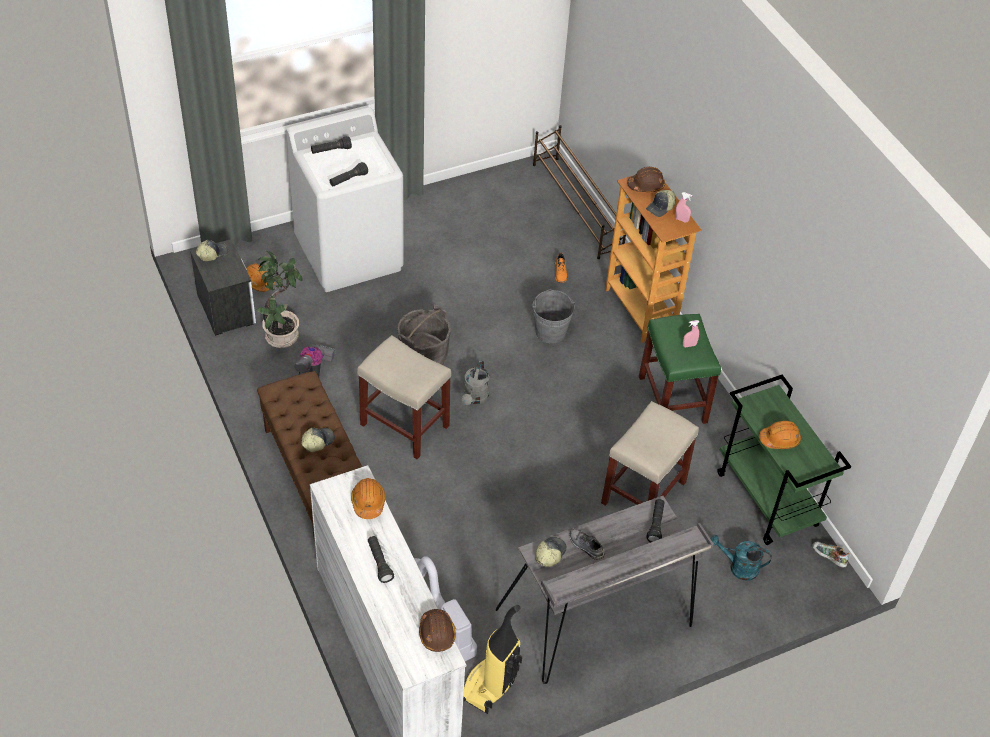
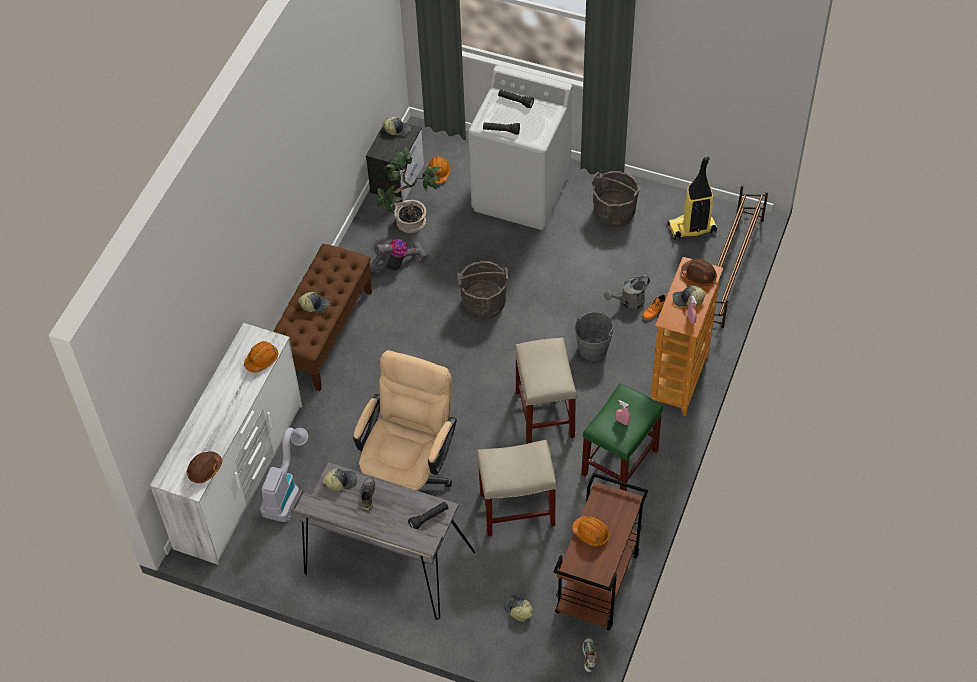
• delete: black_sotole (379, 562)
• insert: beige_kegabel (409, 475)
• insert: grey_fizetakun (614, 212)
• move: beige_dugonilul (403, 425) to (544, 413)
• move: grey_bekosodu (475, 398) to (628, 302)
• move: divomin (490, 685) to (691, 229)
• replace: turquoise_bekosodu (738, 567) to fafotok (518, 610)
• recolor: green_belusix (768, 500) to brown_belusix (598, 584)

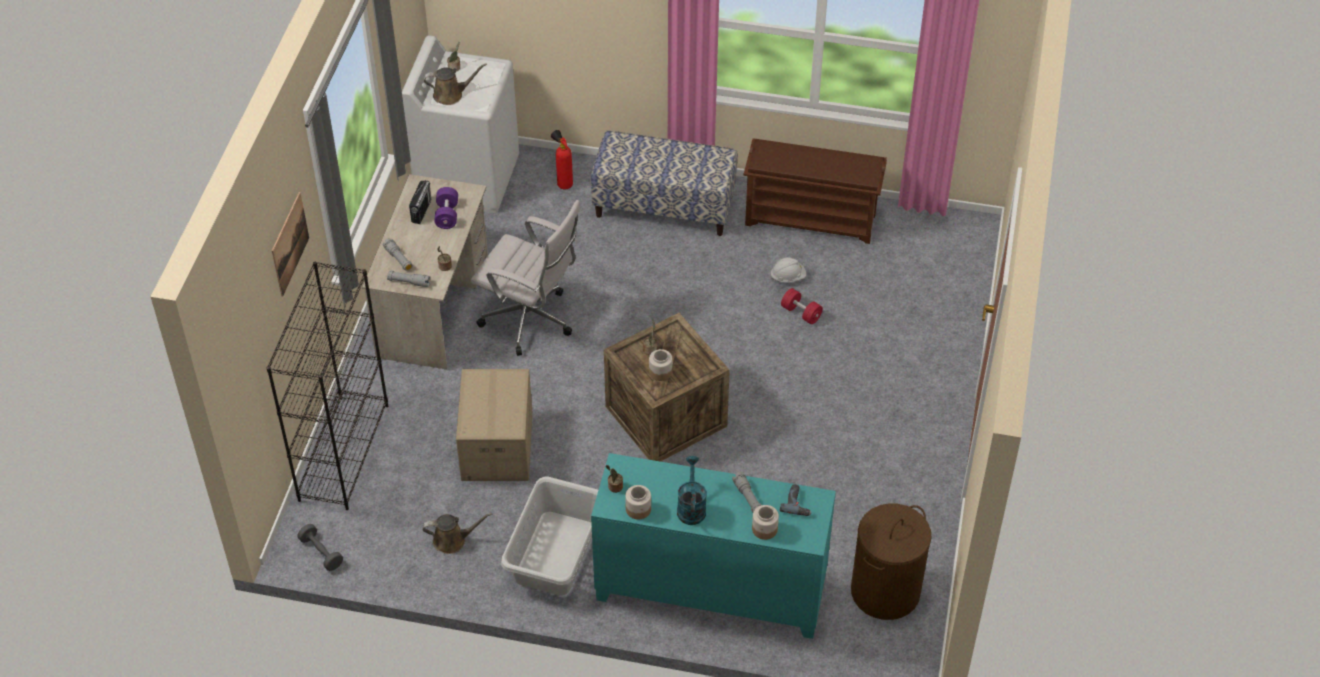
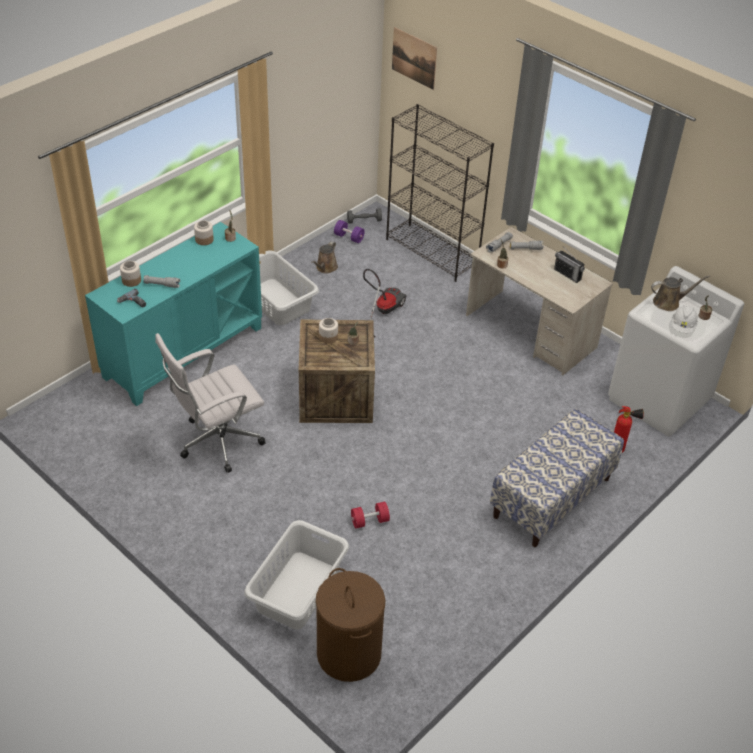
• delete: turquoise_bekosodu (691, 506)
• delete: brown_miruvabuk (812, 219)
• insert: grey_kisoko (297, 590)
• move: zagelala (290, 244) to (414, 58)
• move: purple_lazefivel (447, 215) to (349, 237)
• move: white_kegabel (531, 321) to (216, 443)
• move: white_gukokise (788, 277) to (682, 326)
• move: brown_kisoko (885, 591) to (348, 653)
• replace: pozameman (496, 445) to divomin (382, 312)
• rotate: brown_bekosodu (451, 95) = (669, 302) 120 degrees counterclockwise

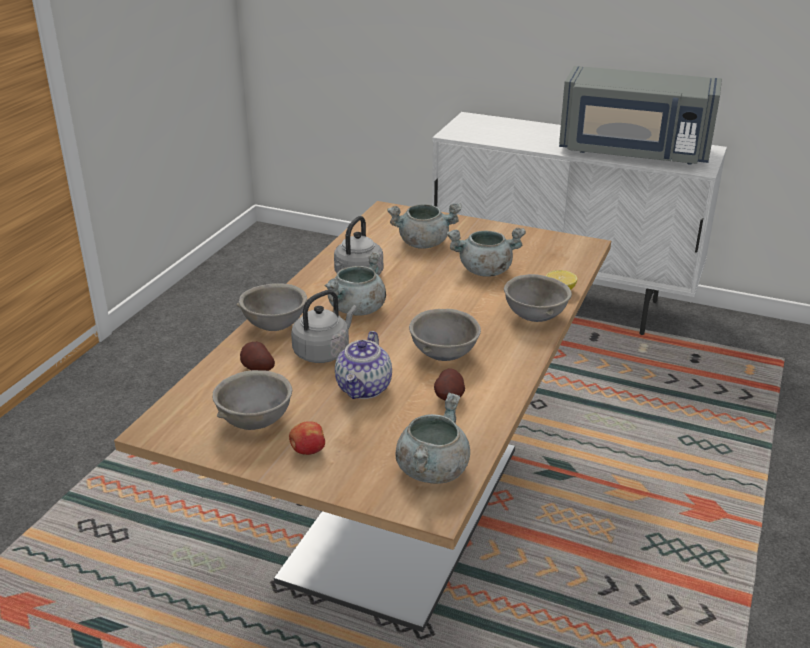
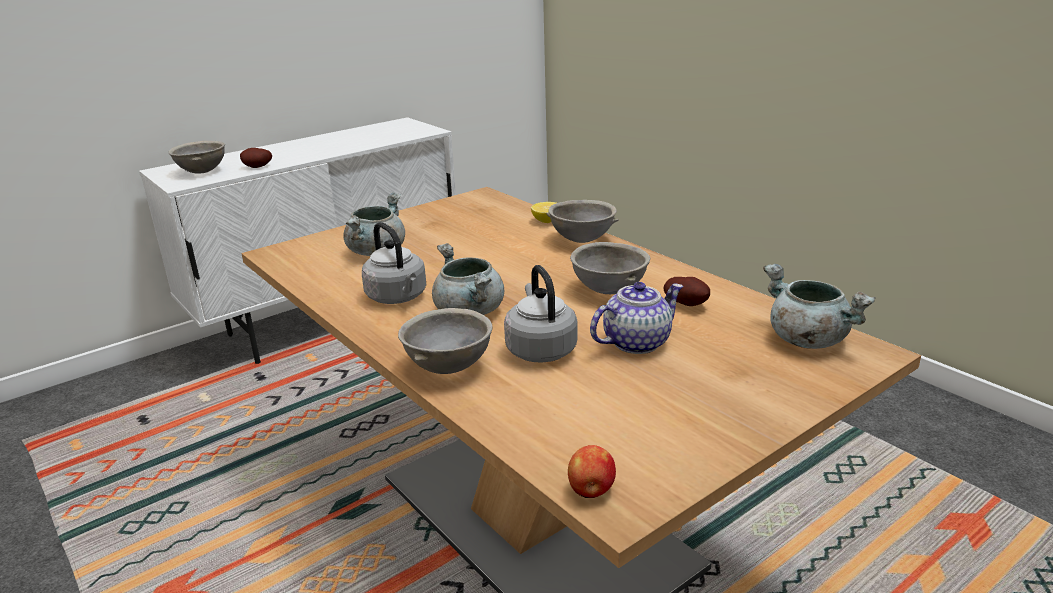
• delete: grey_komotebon (485, 271)
• delete: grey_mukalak (634, 152)
• move: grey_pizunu (254, 422) to (201, 172)
• move: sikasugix (256, 370) to (257, 167)
• move: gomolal (307, 451) to (591, 491)
• rotate: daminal (364, 388) = (636, 342) 75 degrees counterclockwise

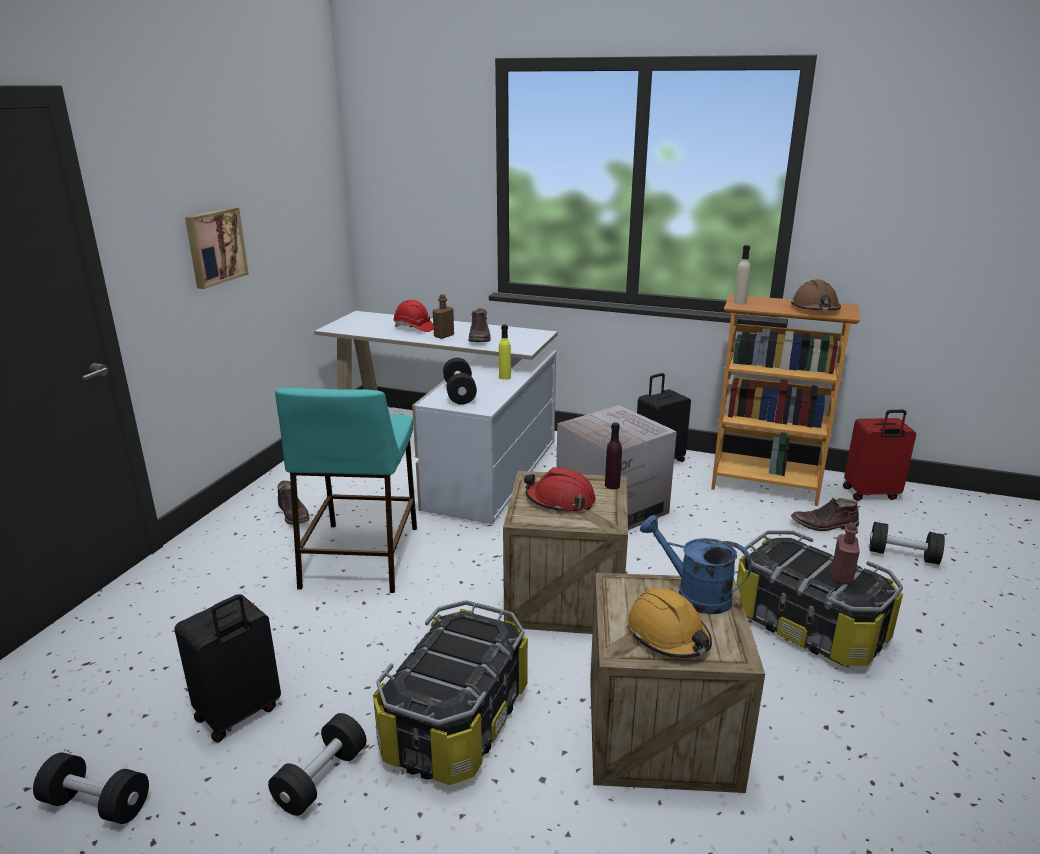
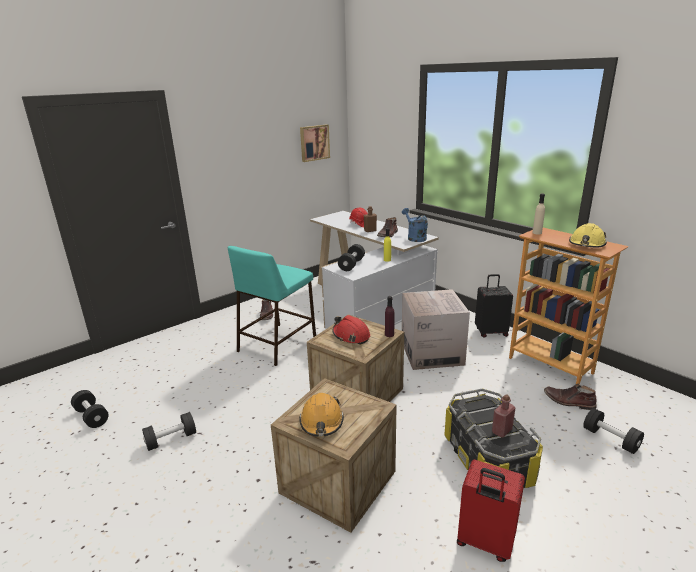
• delete: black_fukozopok (239, 714)
• delete: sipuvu (455, 721)
• move: zagelala (215, 247) to (314, 142)
• move: blue_bekosodu (694, 594) to (414, 237)
• move: red_fukozopok (871, 494) to (484, 542)
• recolor: brown_gukokise (815, 309) to yellow_gukokise (586, 244)

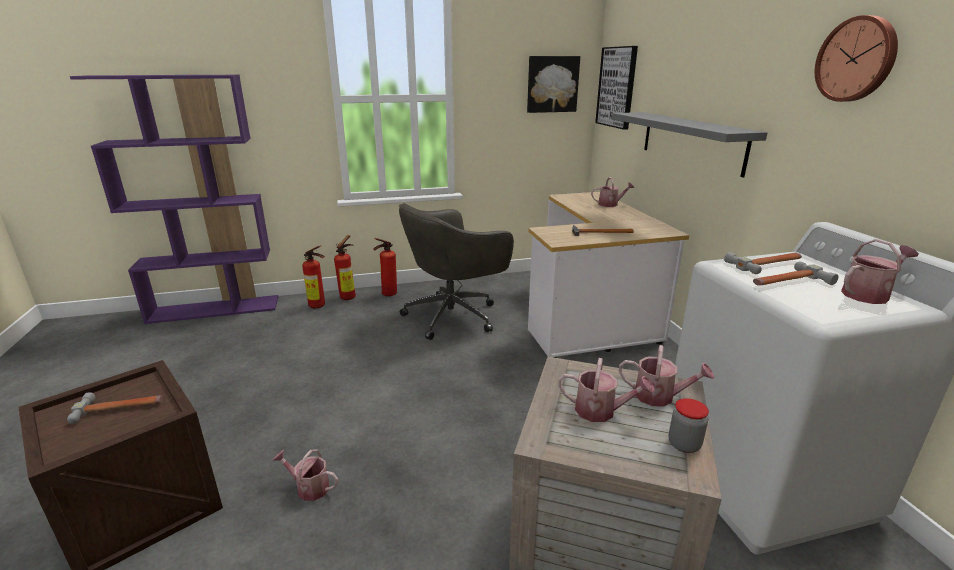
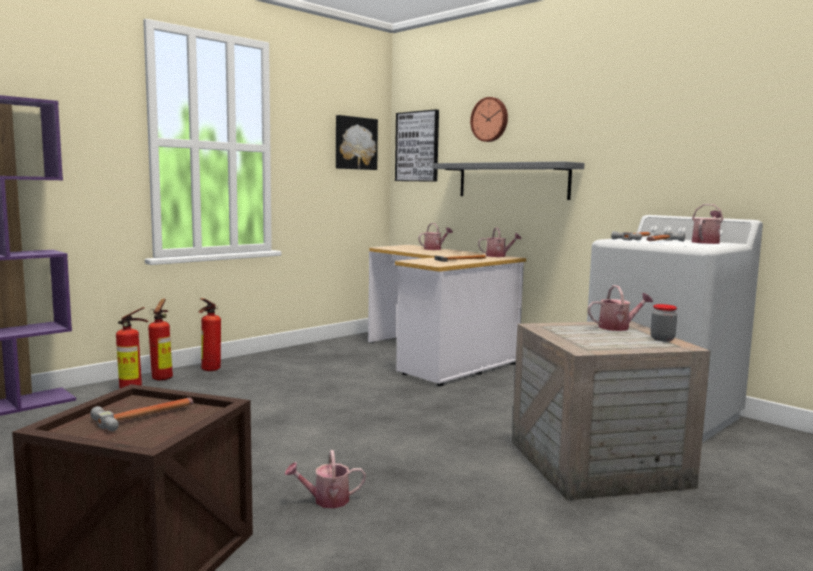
• delete: grey_kegabel (454, 315)
• move: bekosodu (601, 411) to (498, 256)
• move: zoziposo (857, 59) to (490, 119)

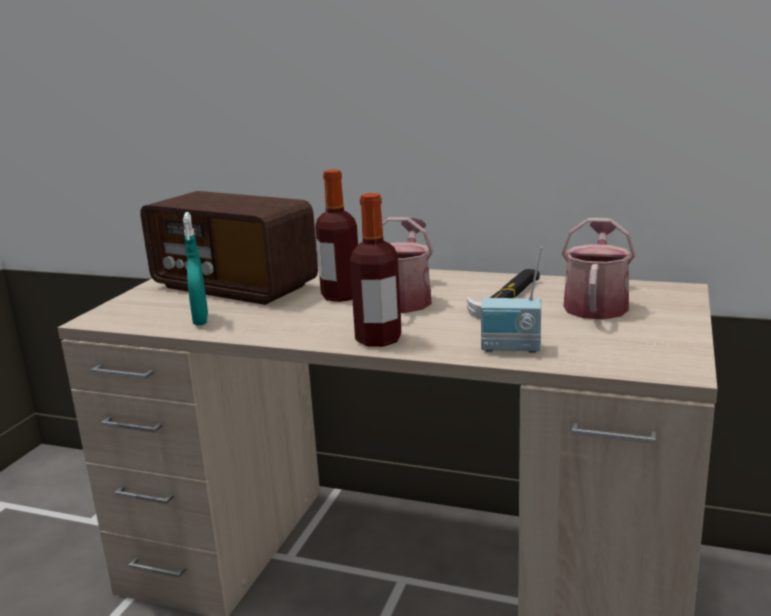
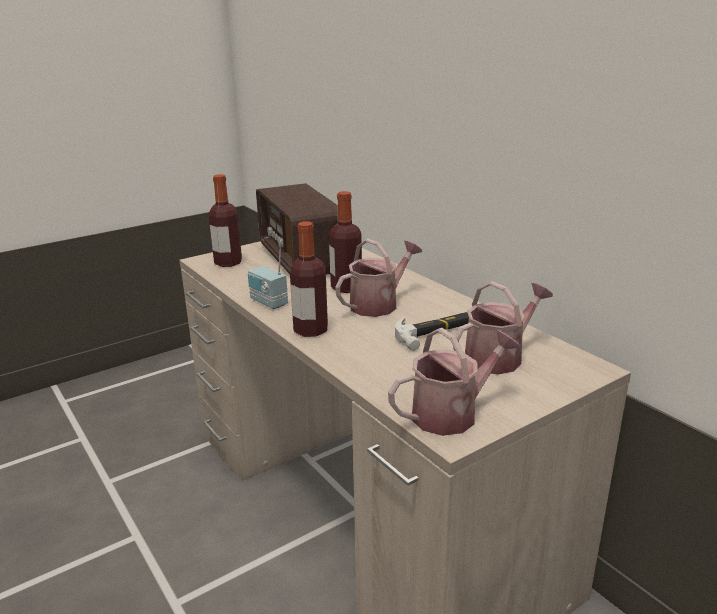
• delete: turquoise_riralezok (201, 320)
• insert: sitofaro (228, 263)
• insert: bekosodu (452, 413)
• move: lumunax (511, 349) to (267, 303)

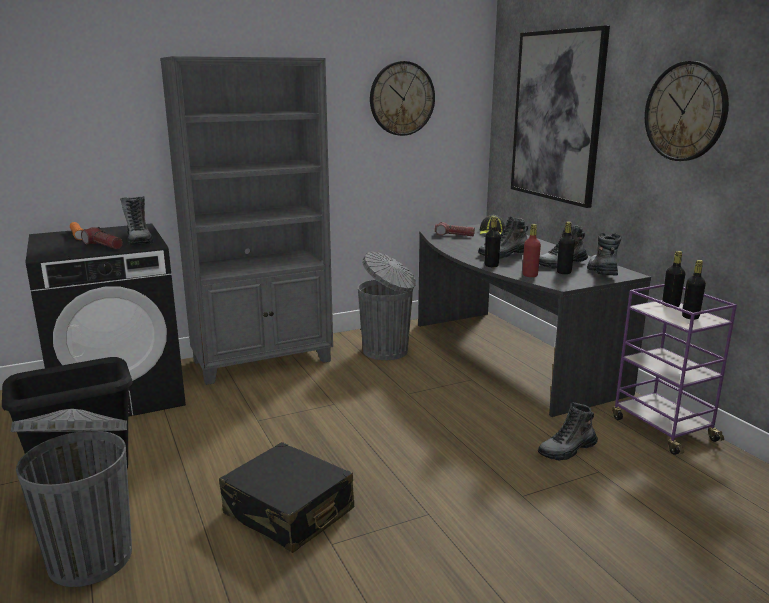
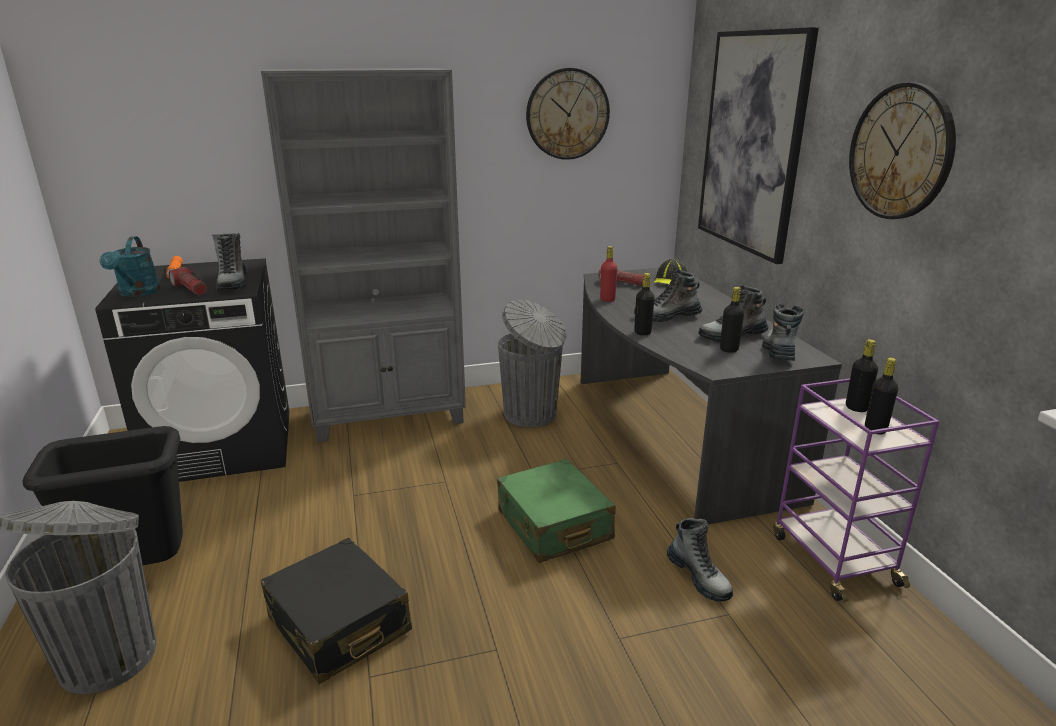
• insert: turquoise_bekosodu (137, 293)
• insert: green_fukozopok (554, 525)
• move: red_sitofaro (530, 275) to (607, 299)
• rotate: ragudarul (567, 450) = (699, 577) 105 degrees counterclockwise

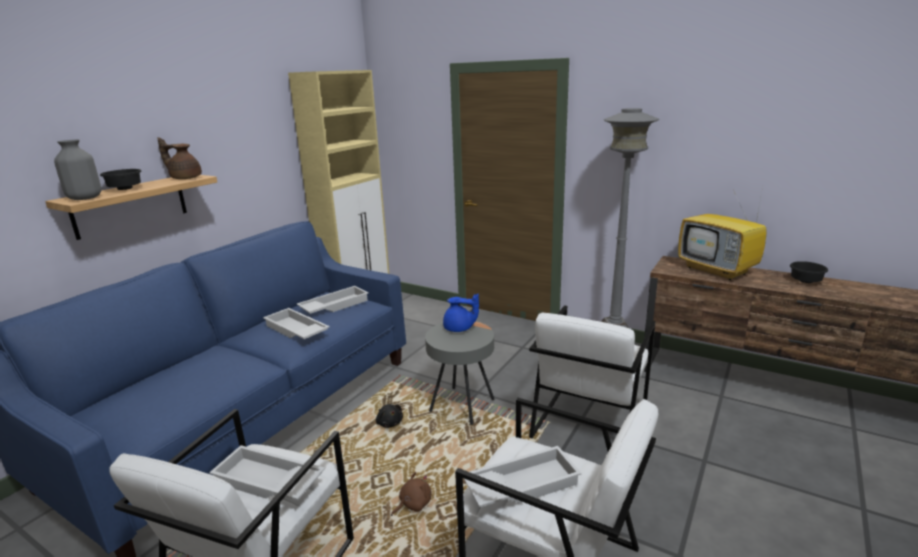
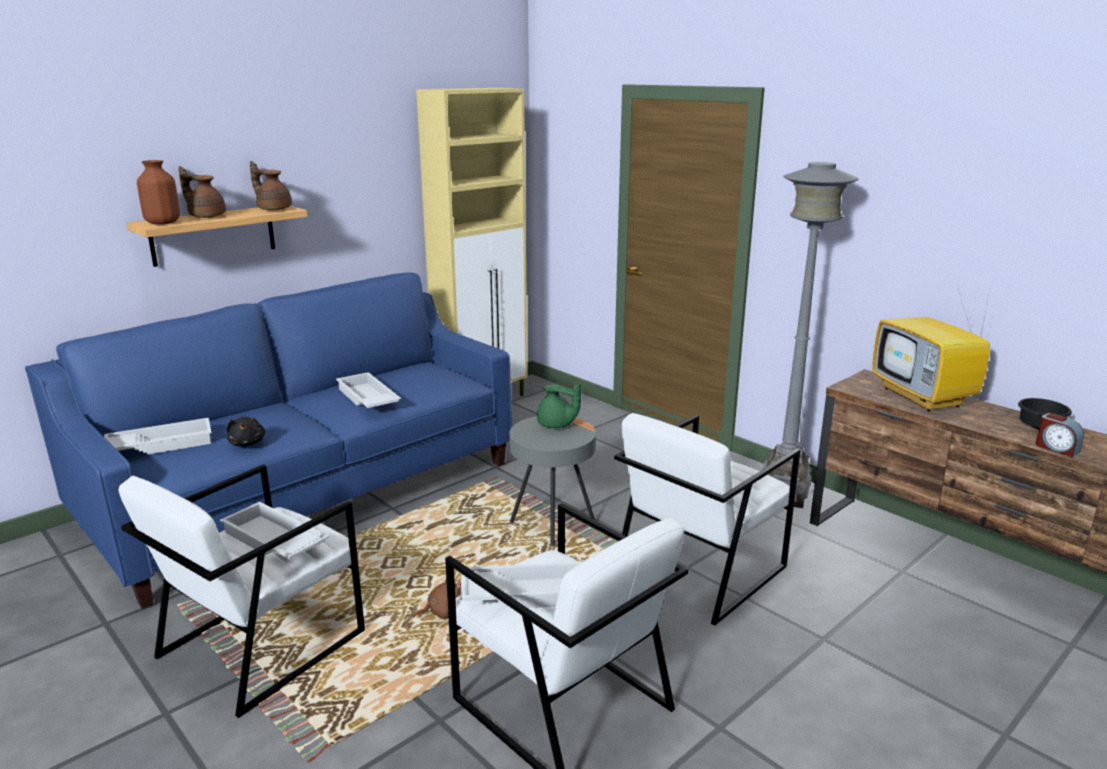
• insert: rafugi (1056, 448)
• move: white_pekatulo (334, 305) to (161, 444)
• move: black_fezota (389, 423) to (247, 443)
• replace: black_pizunu (125, 189) to brown_daminal (206, 216)
• recolor: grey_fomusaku (85, 198) to brown_fomusaku (163, 223)
• recolor: blue_daminal (459, 329) to green_daminal (557, 425)

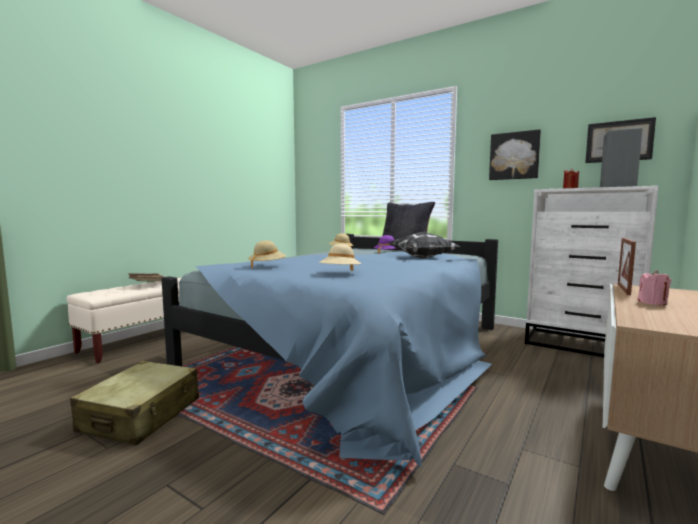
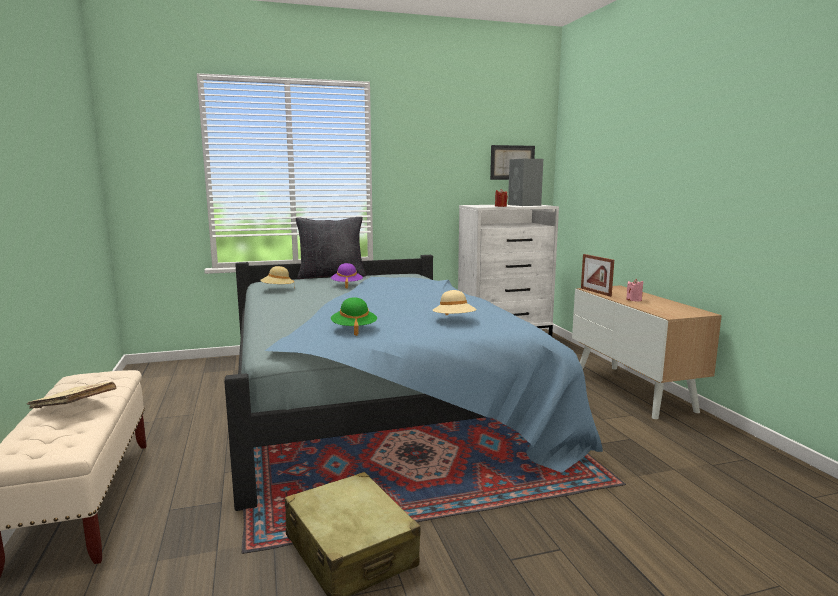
• delete: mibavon (421, 258)
• delete: zagelala (514, 156)
• recolor: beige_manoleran (267, 266) to green_manoleran (354, 329)

